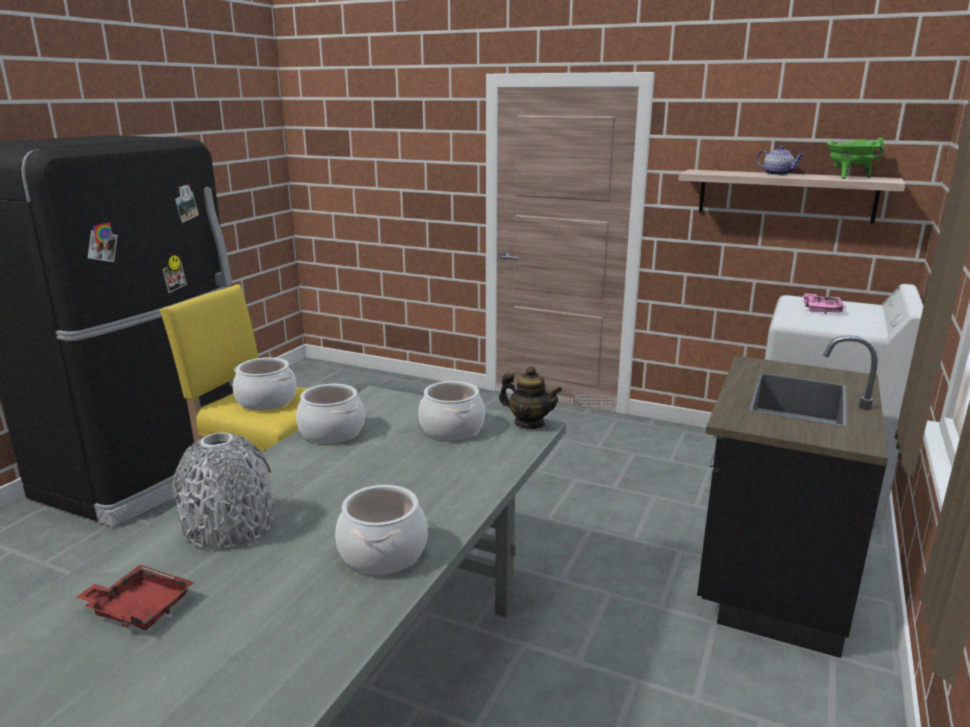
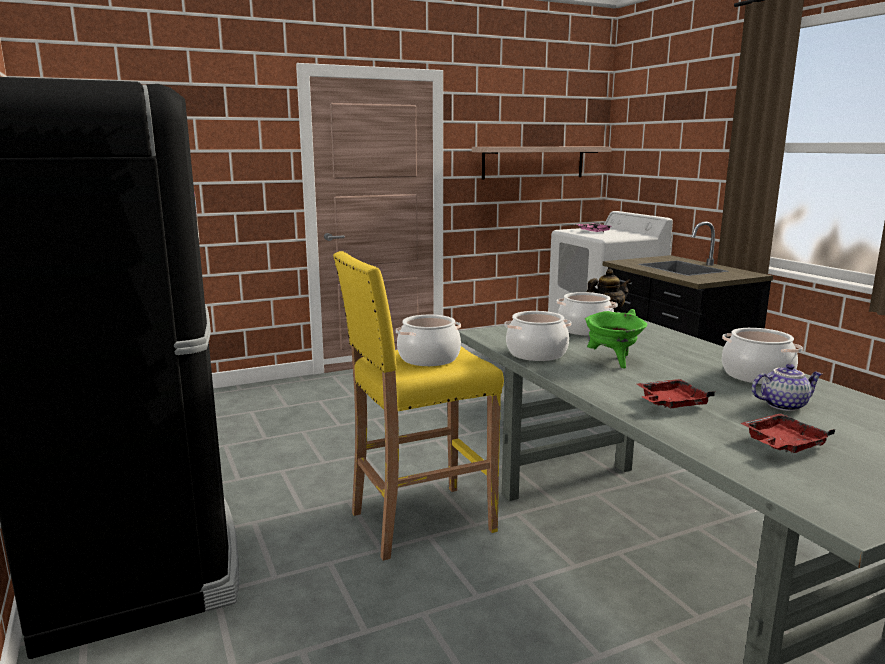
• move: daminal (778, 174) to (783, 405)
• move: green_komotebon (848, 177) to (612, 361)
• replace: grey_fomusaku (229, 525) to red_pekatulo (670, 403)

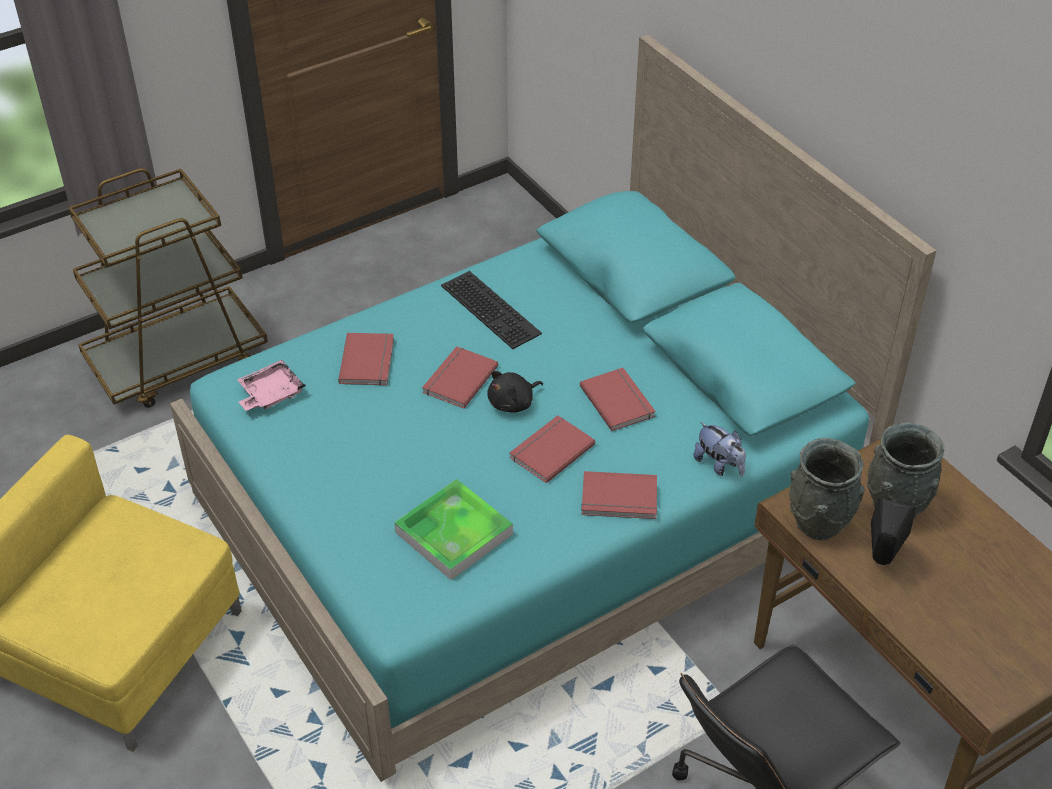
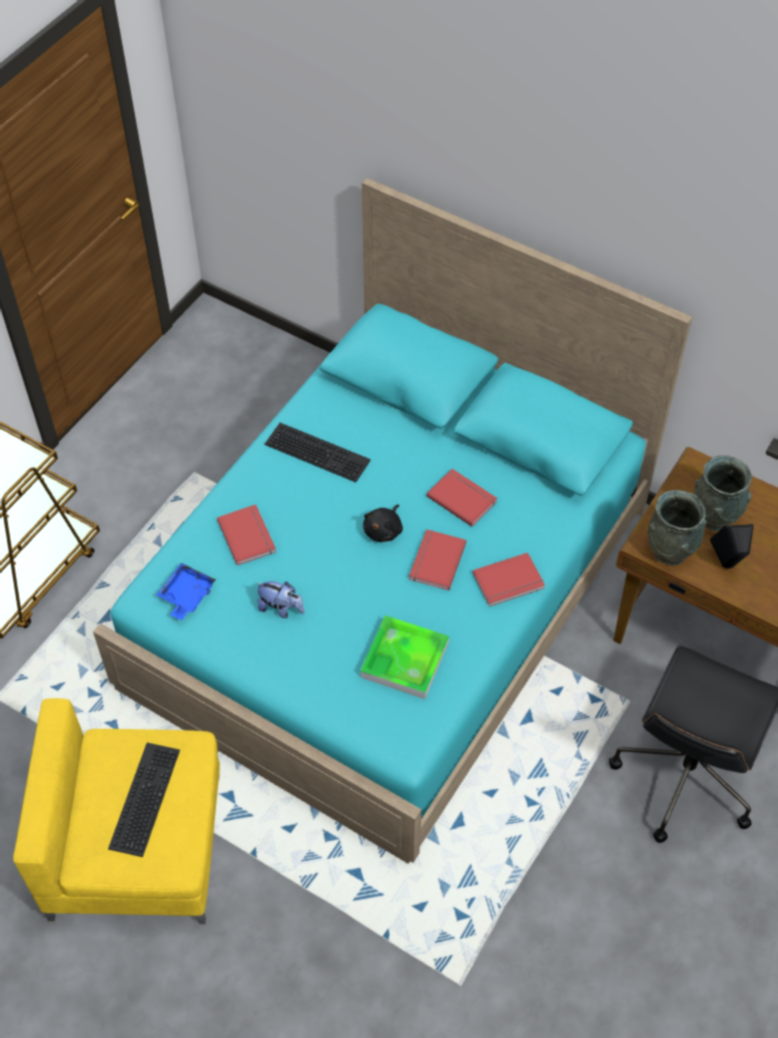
• delete: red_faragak (458, 379)
• insert: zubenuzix (143, 797)
• move: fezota (719, 465) to (281, 608)
• recolor: pink_pekatulo (270, 394) to blue_pekatulo (186, 595)

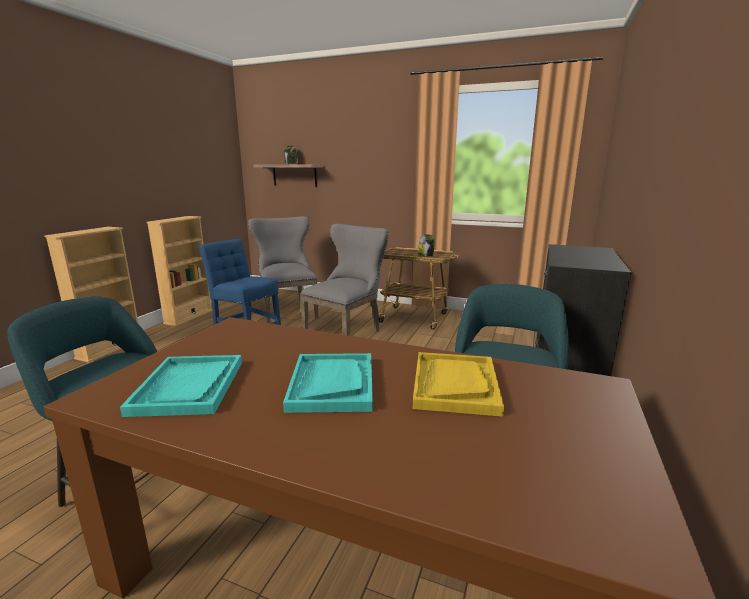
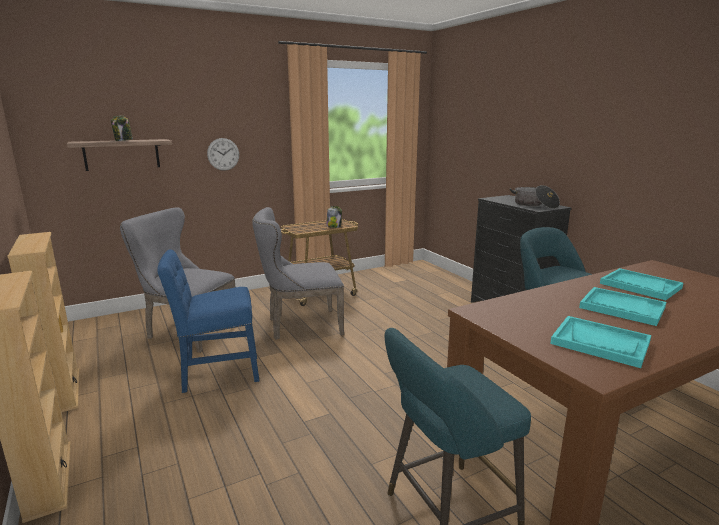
• insert: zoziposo (223, 154)
• insert: komotebon (534, 205)
• recolor: yellow_pekatulo (455, 384) to turquoise_pekatulo (640, 286)
• rotate: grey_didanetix (347, 333) = (300, 326) 90 degrees counterclockwise

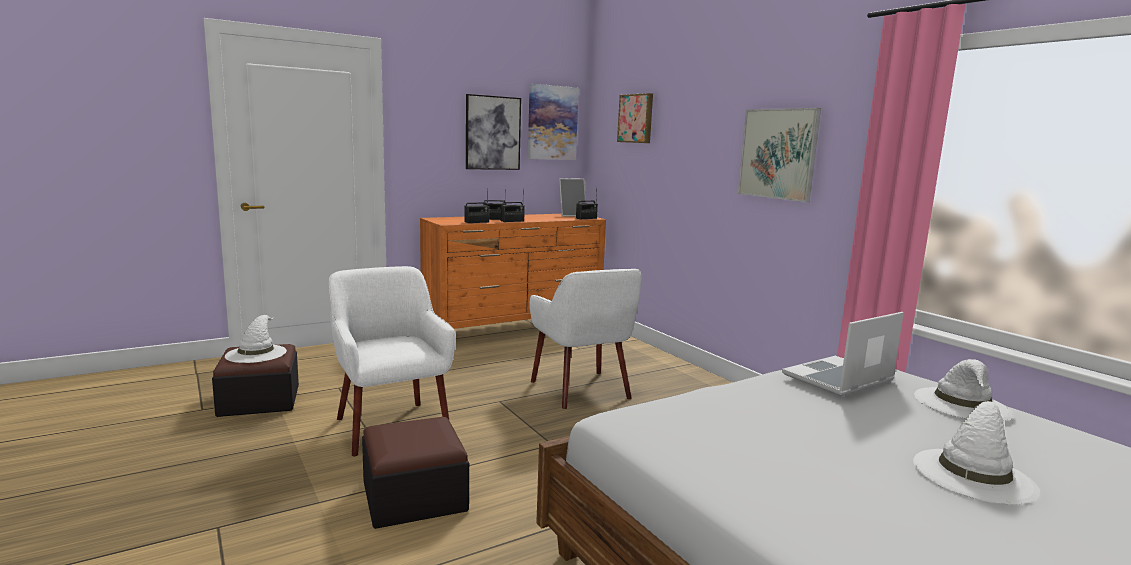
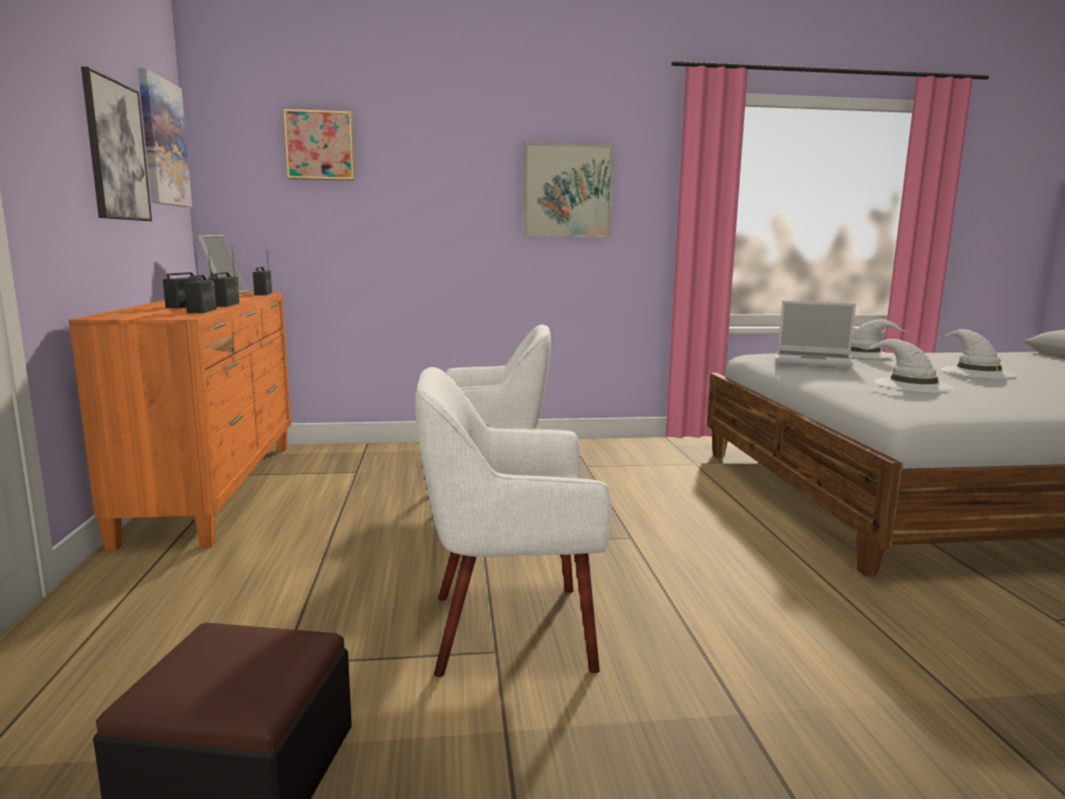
• delete: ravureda (414, 496)
• move: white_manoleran (256, 353) to (911, 385)
• rotate: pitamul (838, 379) = (814, 360) 60 degrees counterclockwise

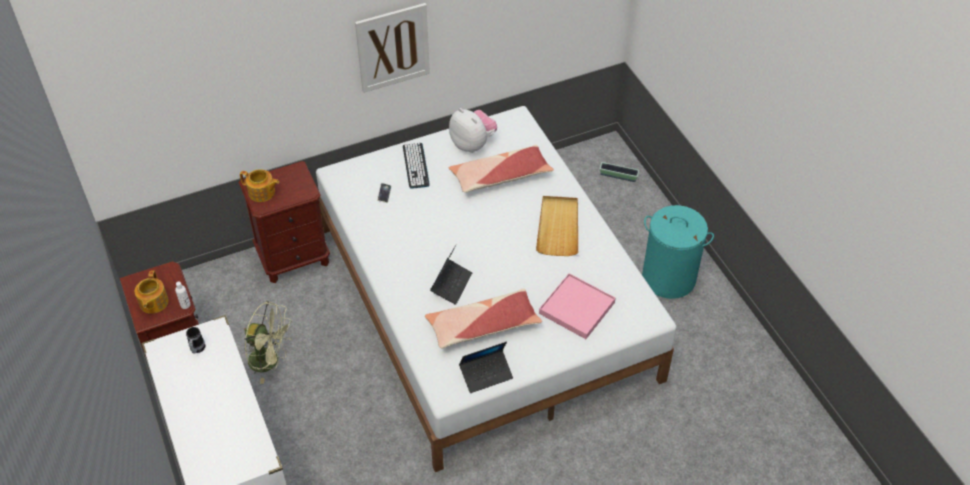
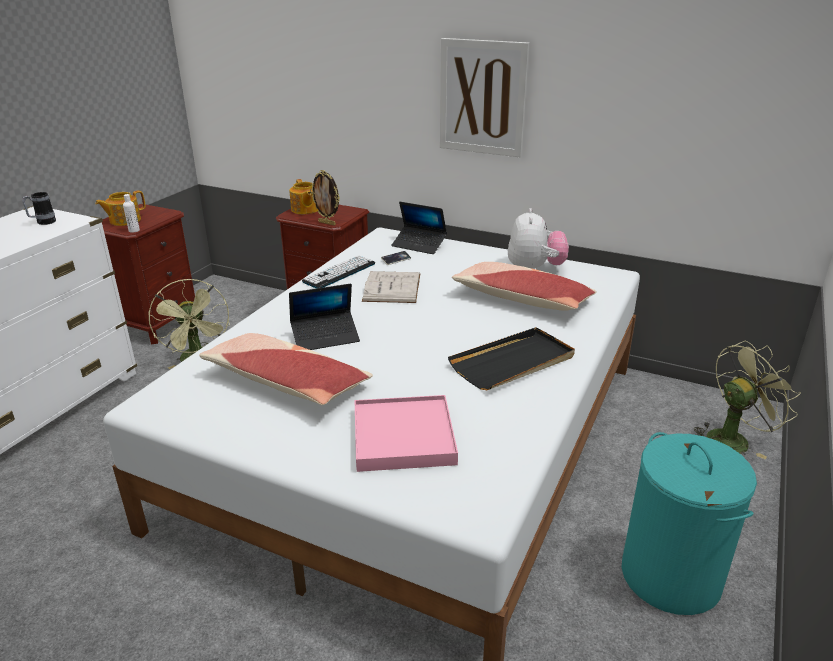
• insert: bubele (327, 223)
• insert: white_faragak (392, 287)
• move: zubenuzix (416, 166) to (339, 273)
• move: pitamul (486, 374) to (419, 245)
• replace: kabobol (618, 176) to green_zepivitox (732, 439)
• recolor: beige_pekatulo (558, 227) to black_pekatulo (513, 362)

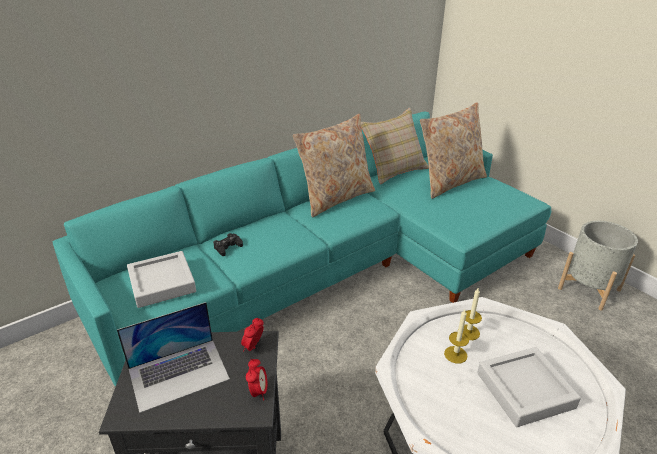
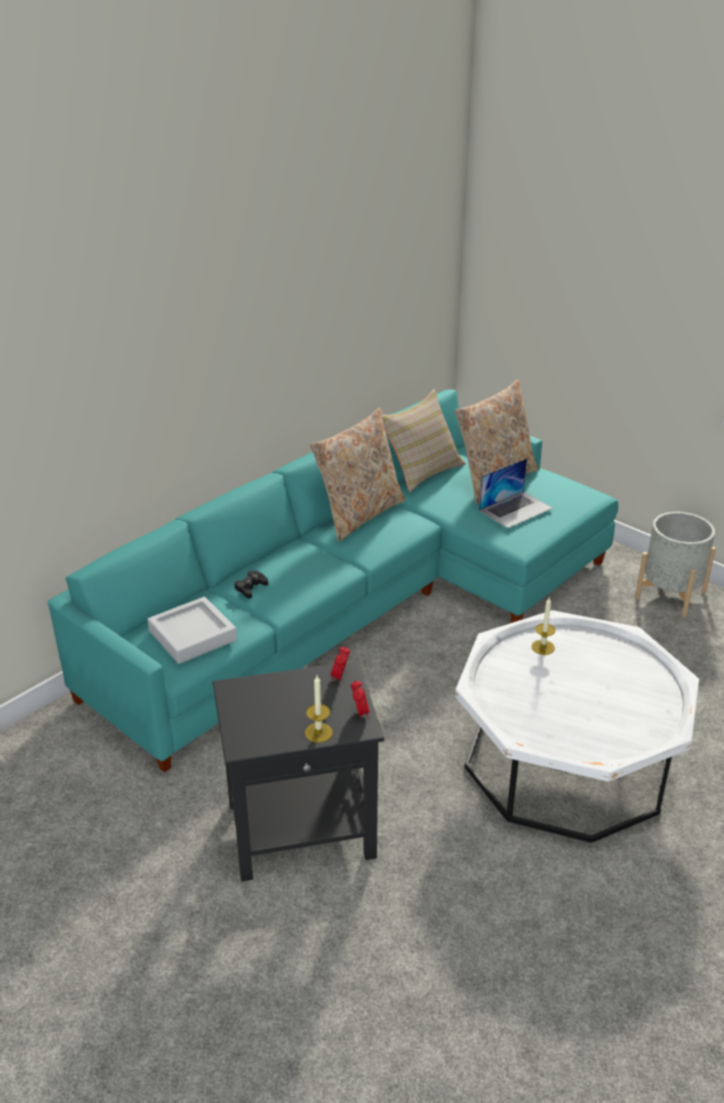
• delete: grey_pekatulo (525, 390)
• move: pitamul (179, 373) to (515, 509)
• move: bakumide (455, 354) to (318, 732)

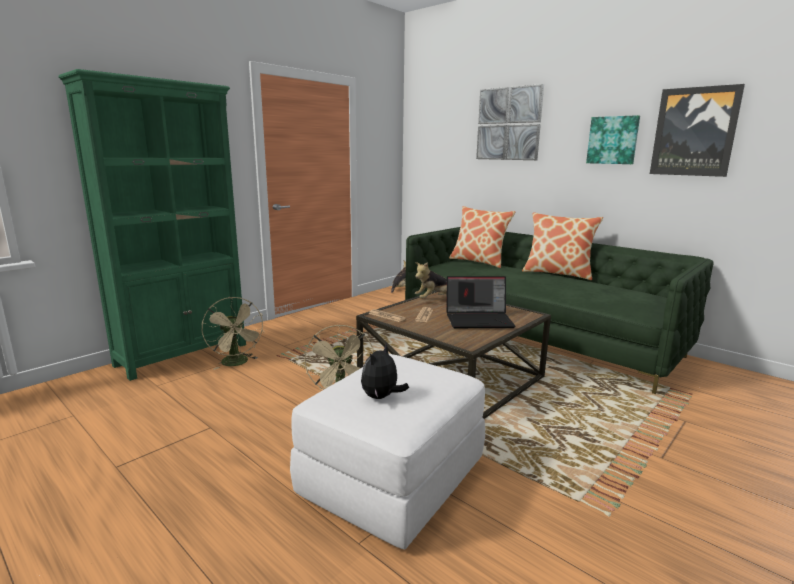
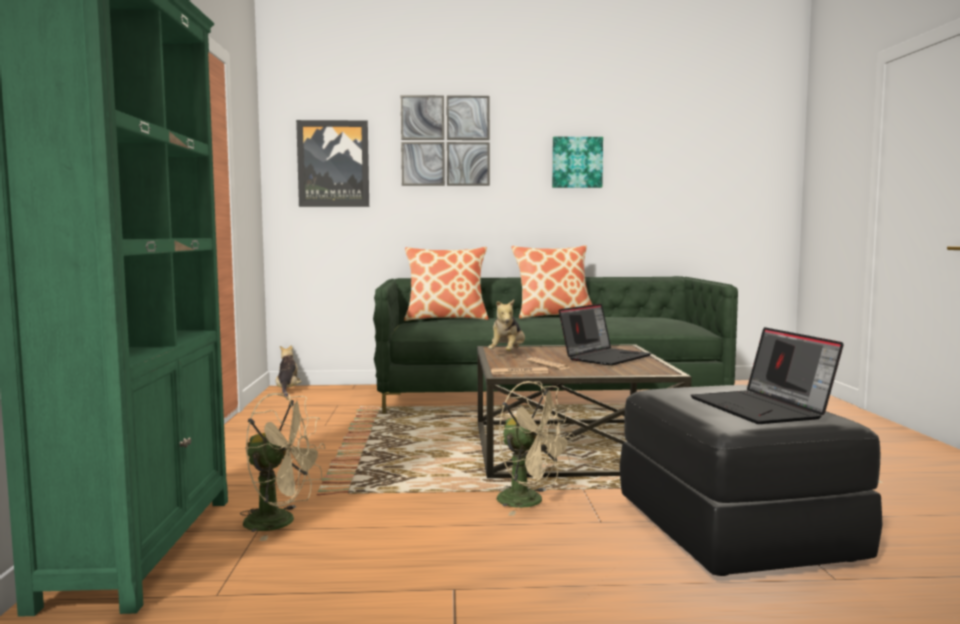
• move: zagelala (694, 132) to (333, 164)
• replace: fezota (381, 397) to pitamul (763, 408)
• recolor: white_ravureda (393, 479) to black_ravureda (736, 531)

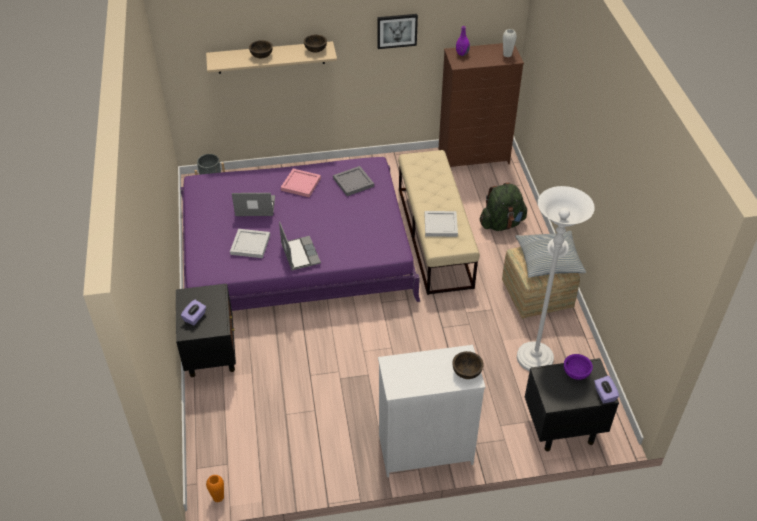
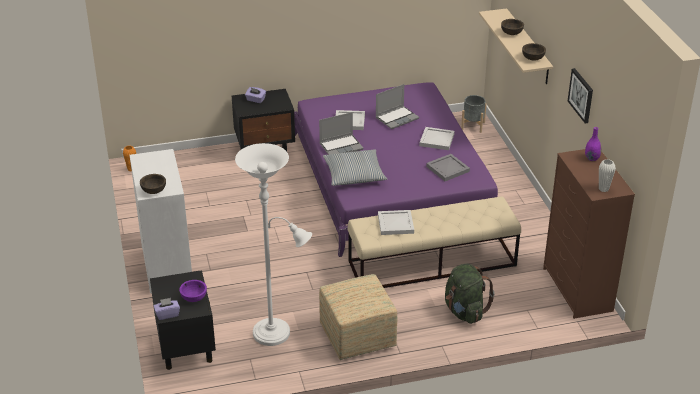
• move: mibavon (549, 260) to (354, 174)
• recolor: pink_pekatulo (301, 184) to white_pekatulo (437, 140)
• rotate: pitamul (254, 207) = (397, 118) 60 degrees clockwise

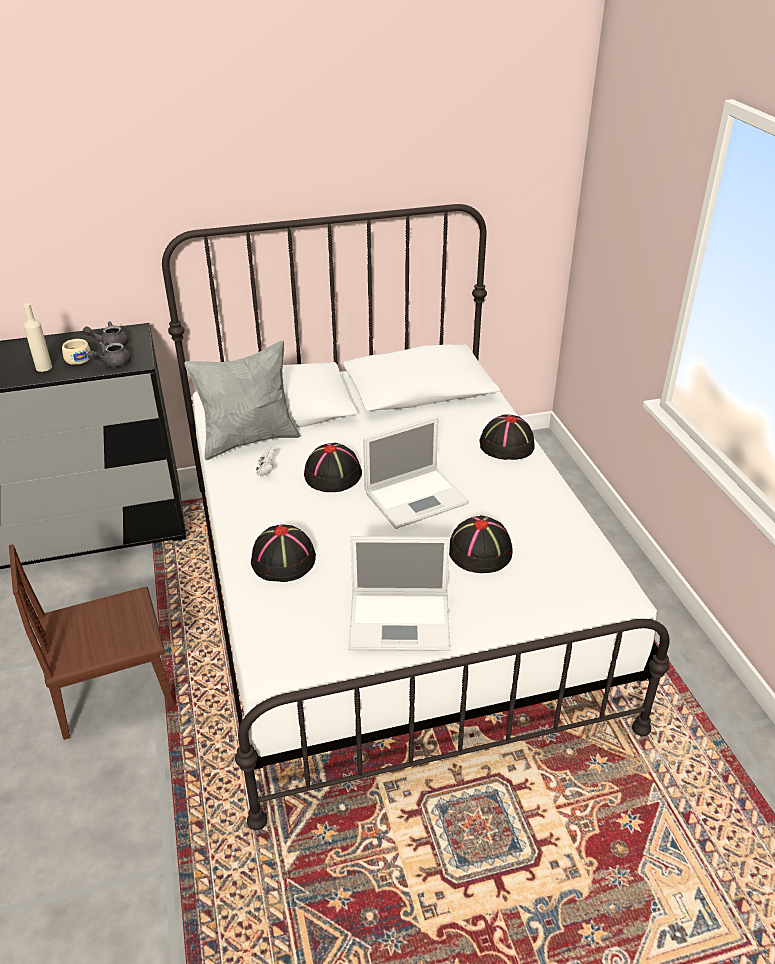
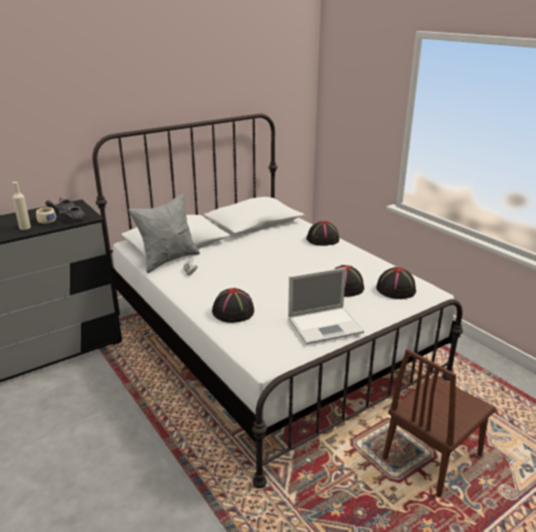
• delete: pitamul (417, 497)
• move: brown_didanetix (114, 689) to (432, 456)
• move: black_manoleran (333, 474) to (396, 289)

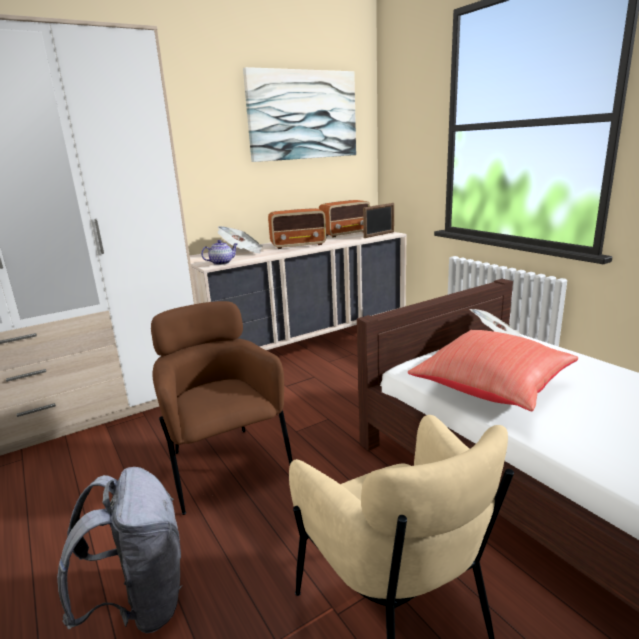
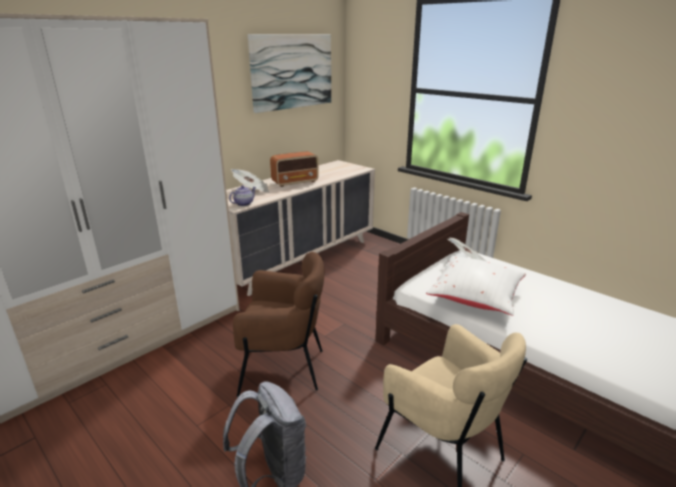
• delete: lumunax (345, 233)
• delete: bubele (379, 235)
• recolor: red_mibavon (493, 389) to white_mibavon (476, 298)
• rotate: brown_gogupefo (225, 465) = (283, 368) 135 degrees clockwise

